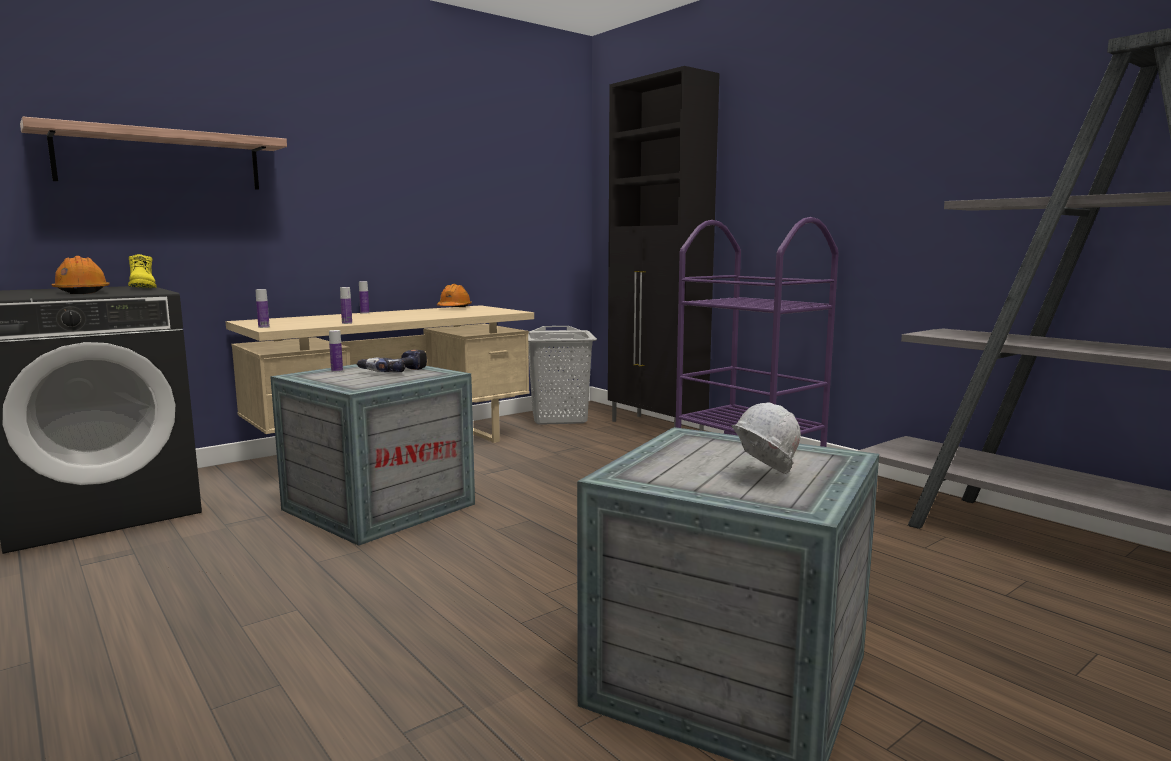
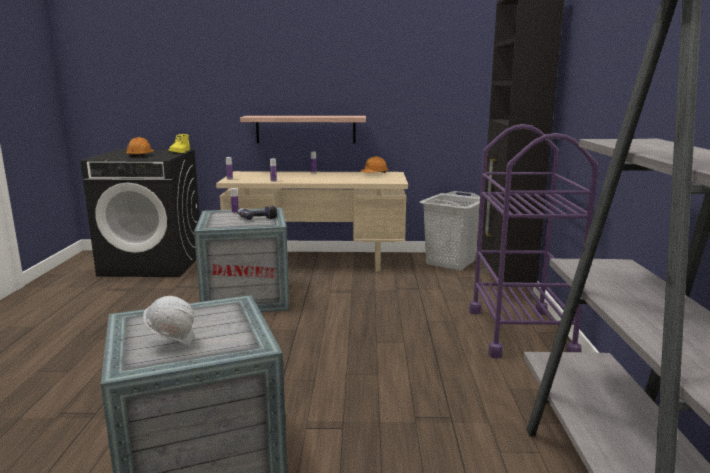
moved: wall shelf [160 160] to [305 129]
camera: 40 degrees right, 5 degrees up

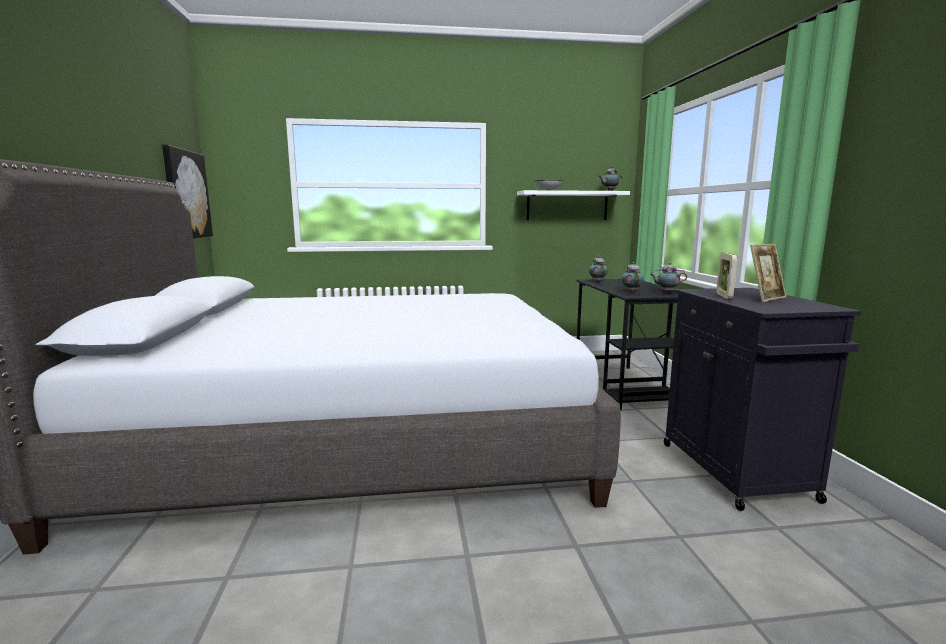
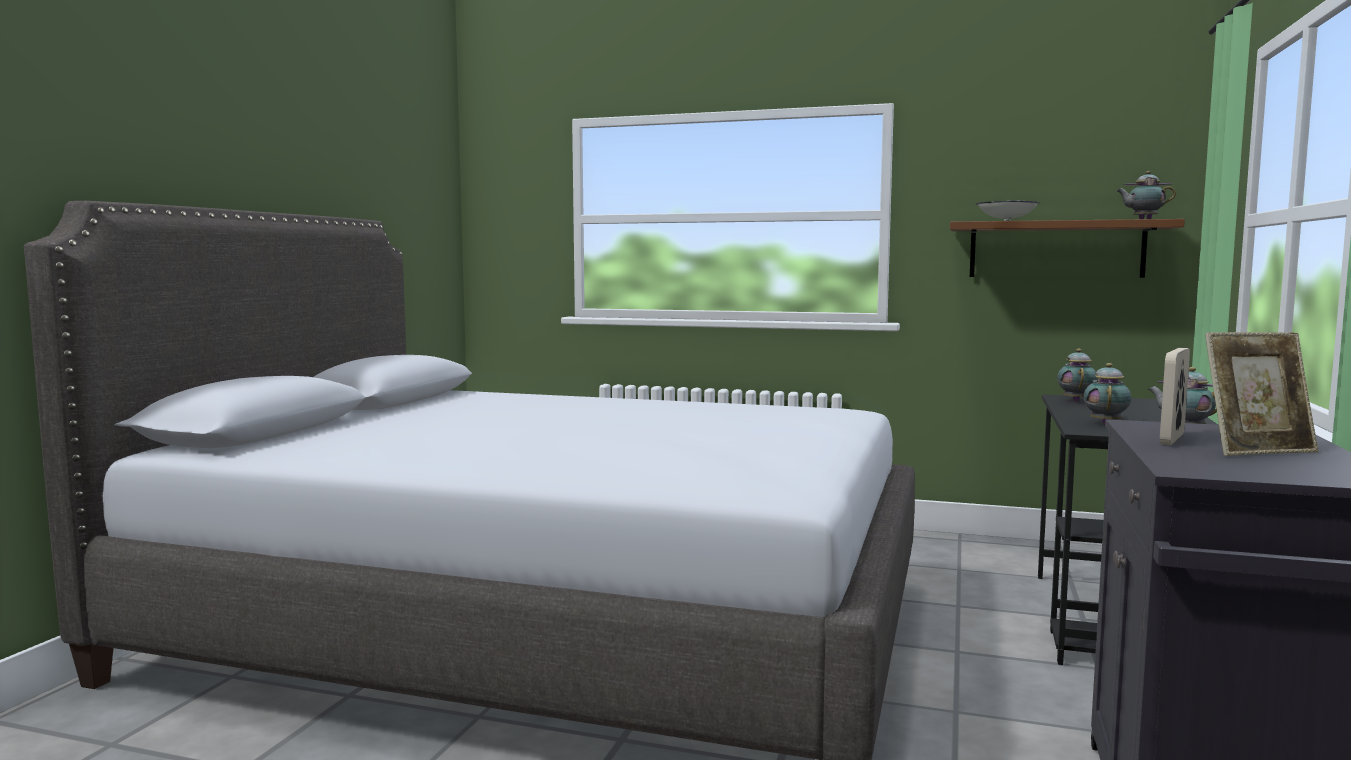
removed: wall picture [186 194]
recoloured: wall shelf (white) [567 206] to wall shelf (brown) [1056 250]
camera: 25 degrees right, 5 degrees down

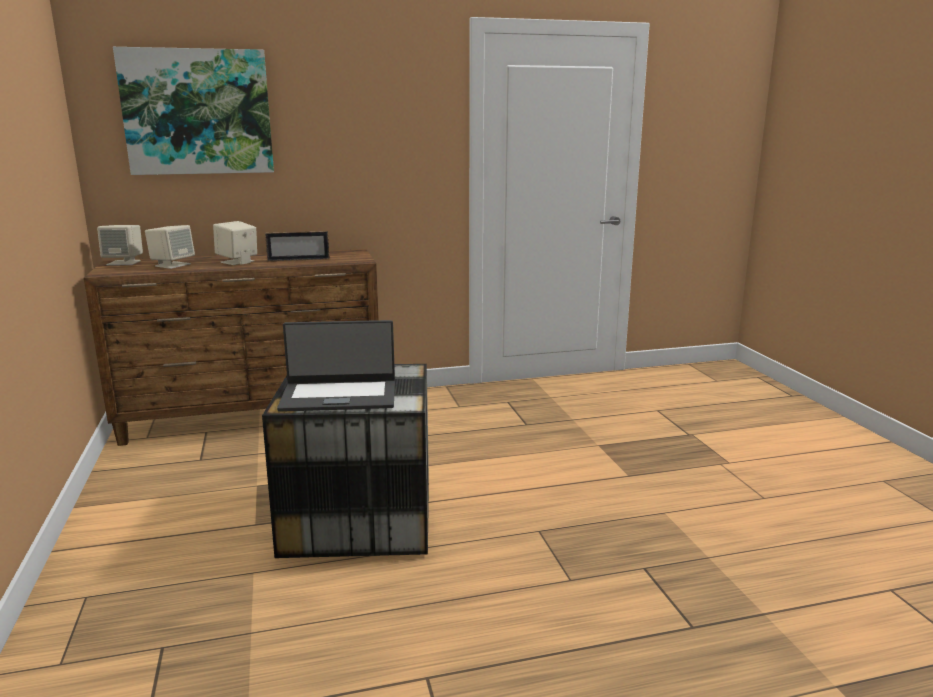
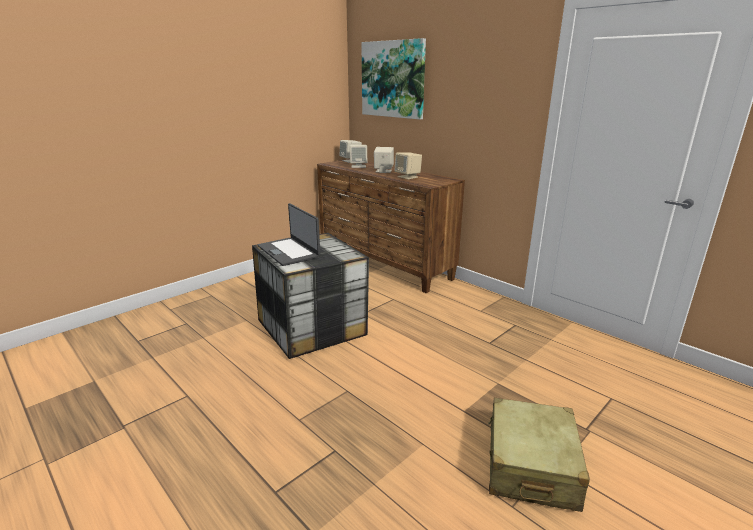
added: travel case (beige) [530 465]
replaced: photo frame [298 260] to loudspeaker (beige) [408 177]
camera: 60 degrees right, 5 degrees up

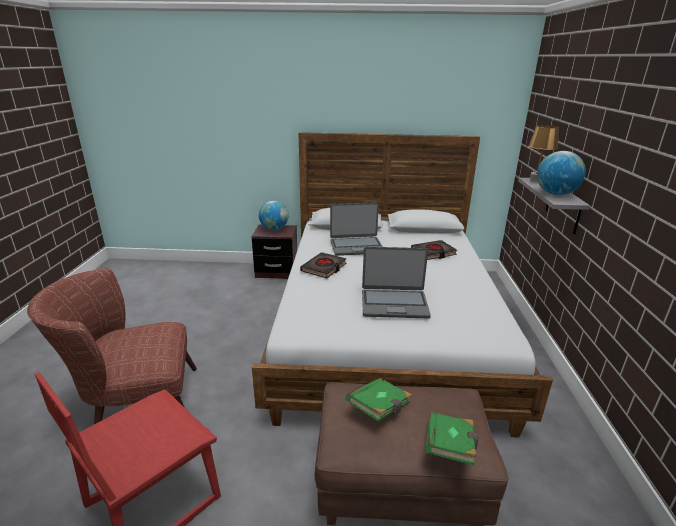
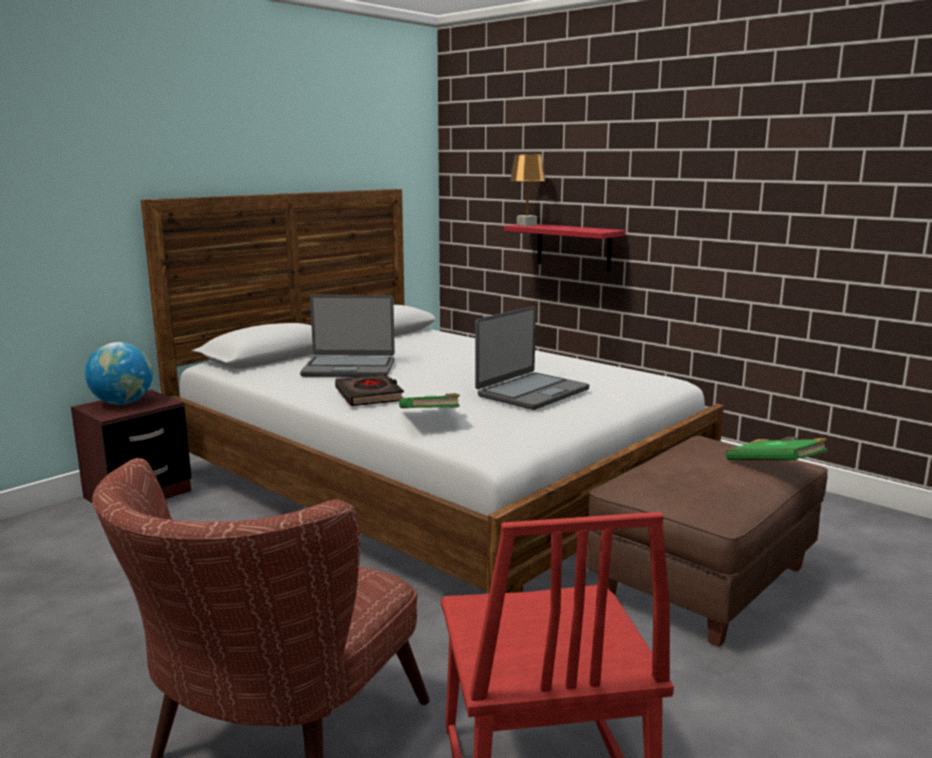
removed: volume (black-coloured) [433 253]; desk globe [555 194]
moved: volume (greenish) [379 408] to [430 418]
recoloured: wall shelf (grey) [563 206] to wall shelf (red-coloured) [573 247]
turned: portable computer [356 246] = [349 368] 60 degrees clockwise
camera: 50 degrees left, 10 degrees down

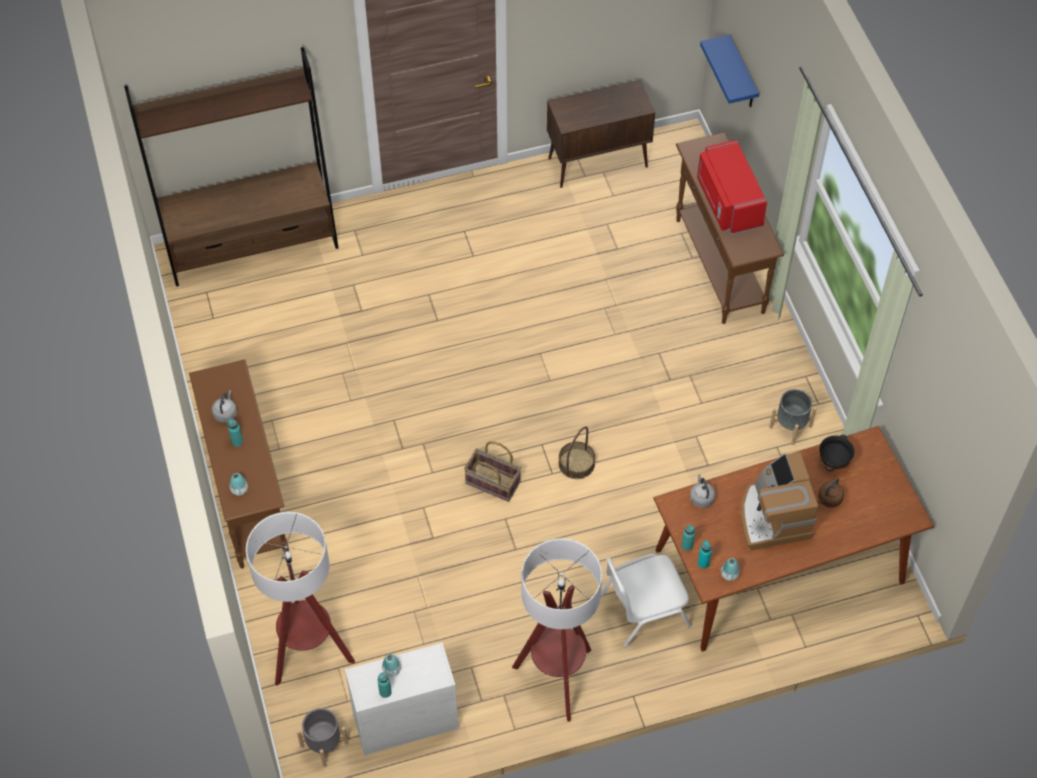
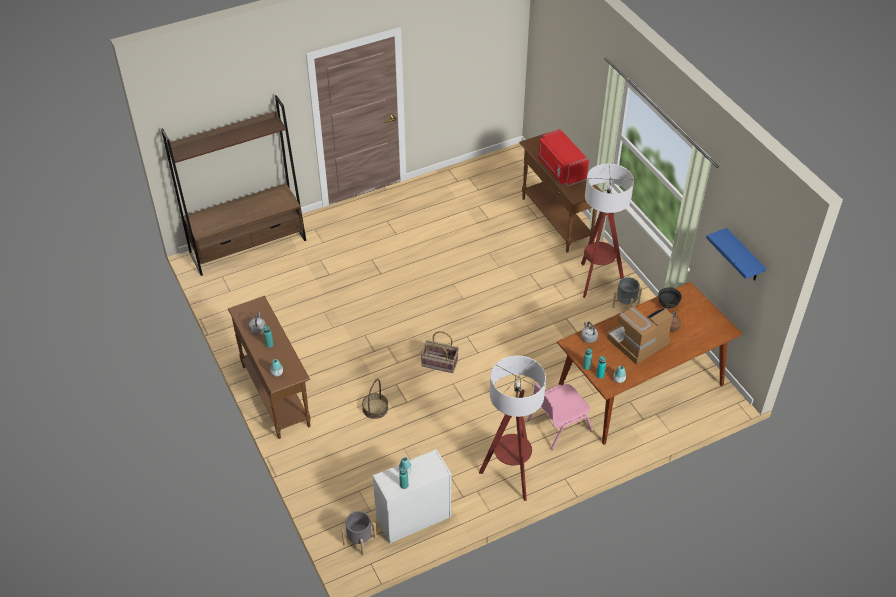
removed: cabinet (brown) [599 162]
moved: standard lamp [309 653] to [596 280]; household basket [576 463] to [375 408]; wall shelf (blue) [742 75] to [743 256]
recoloured: chair (white) [643 609] to chair (pink-coloured) [558 425]
turned: coffee maker [773 516] = [638 342] 75 degrees clockwise
camera: 10 degrees left, 10 degrees down

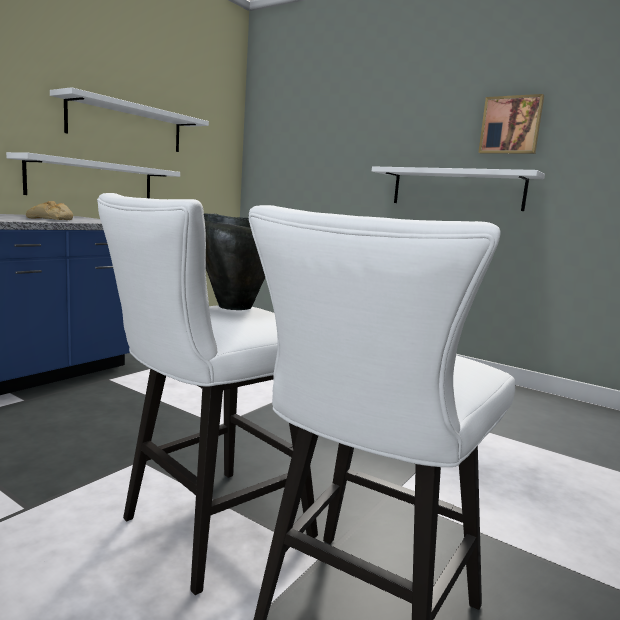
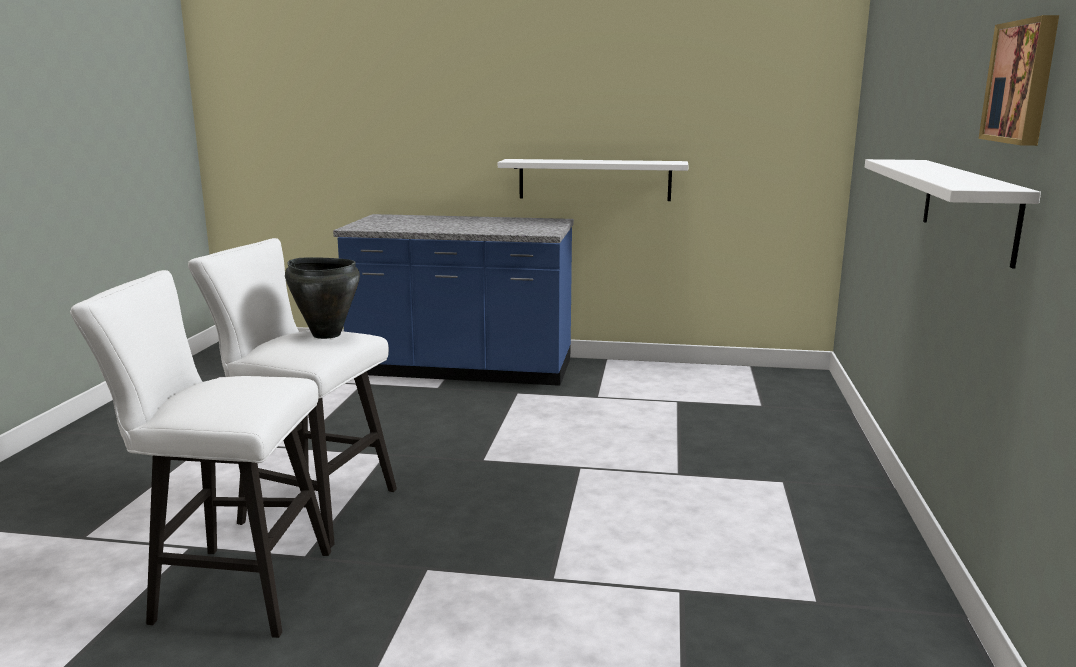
removed: baked bread [51 219]; wall shelf (white) [127 125]
camera: 65 degrees right, 5 degrees up

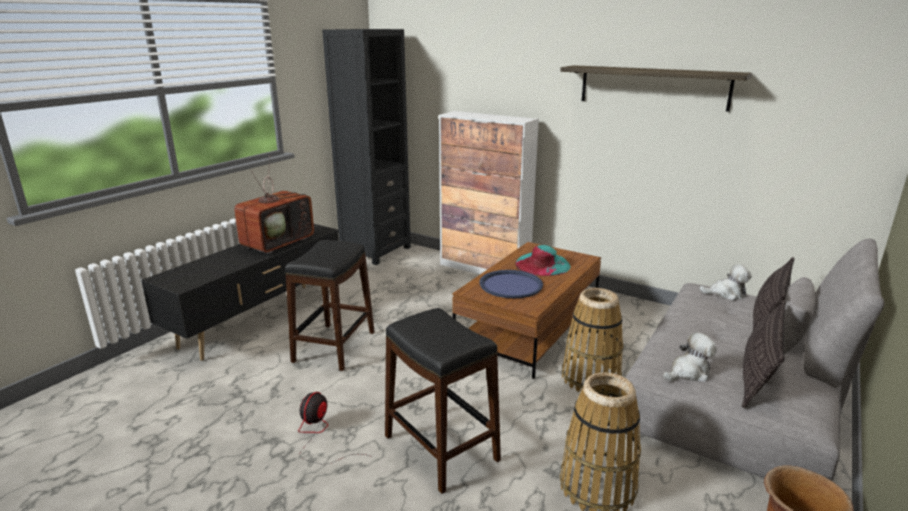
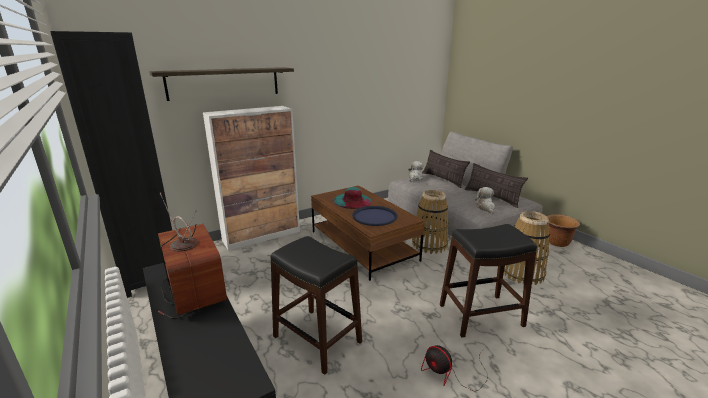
moved: wall shelf [653 87] to [224 83]
camera: 65 degrees left, 0 degrees up

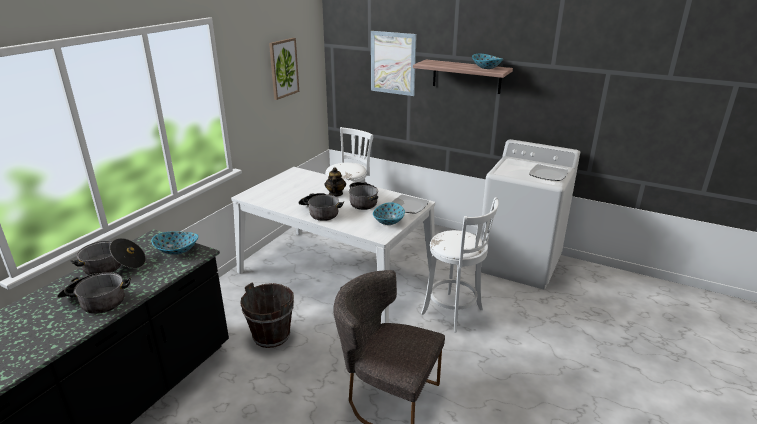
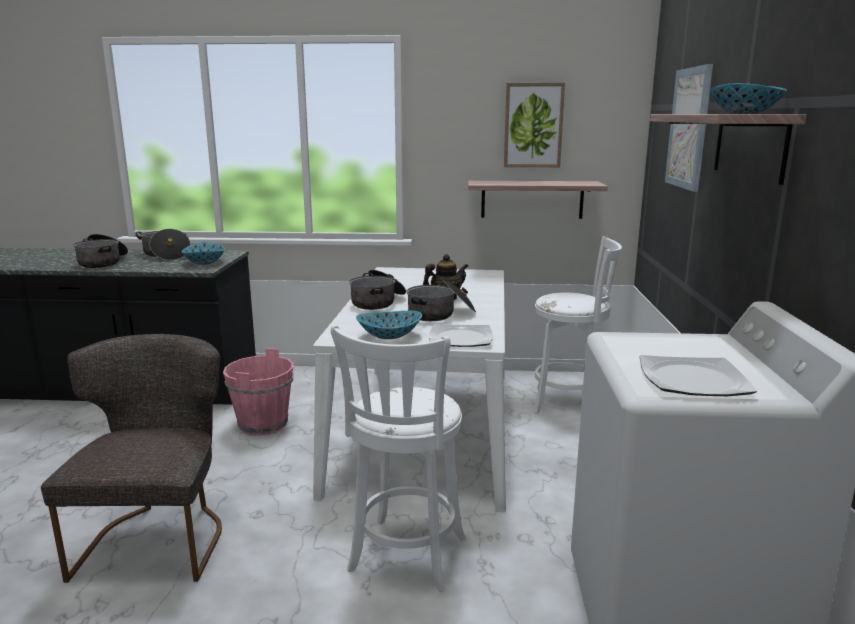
added: wall shelf [532 199]
recoloured: bucket (brown) [272 336] to bucket (pink-coloured) [263 424]
camera: 65 degrees right, 10 degrees down

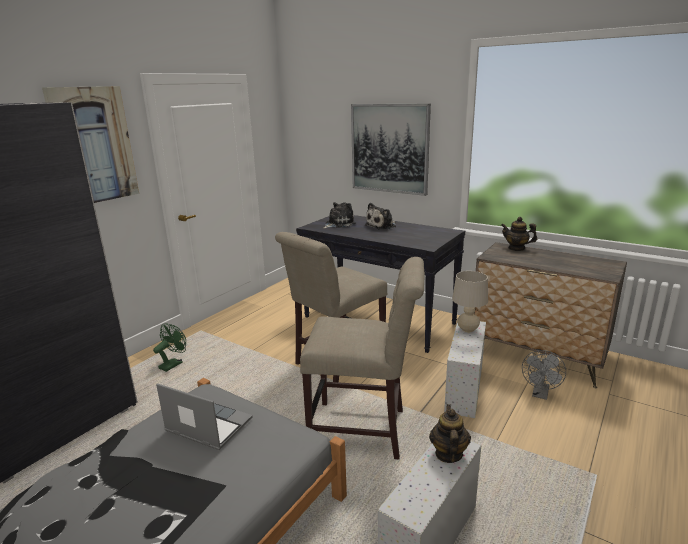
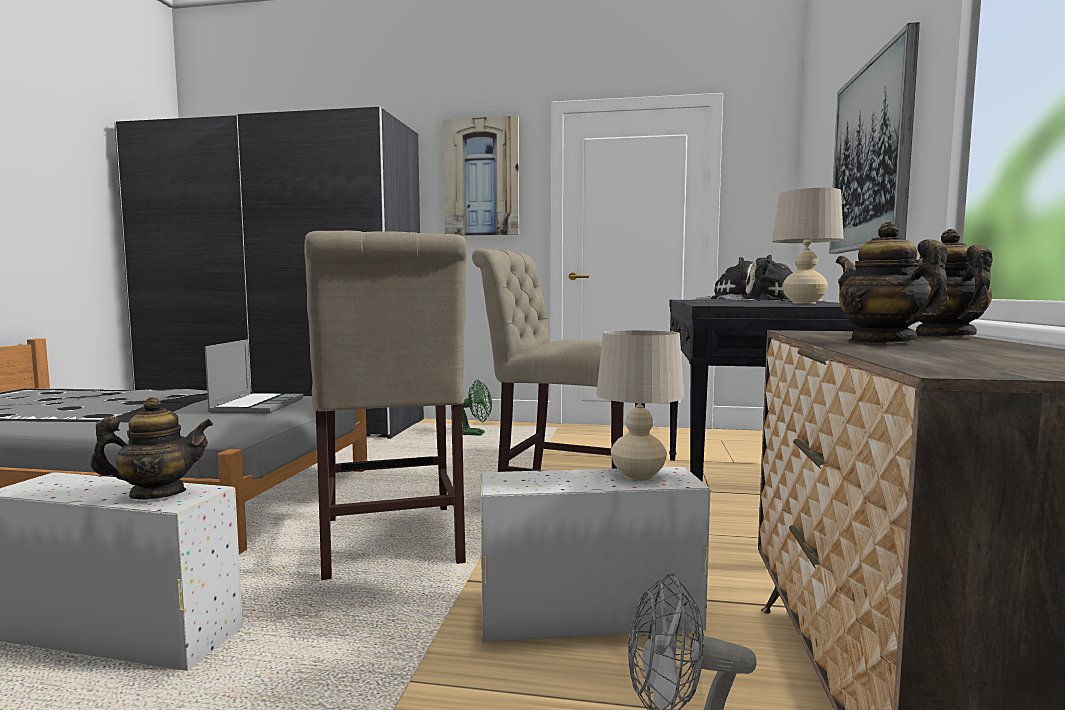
added: lamp for a table (beige) [804 303]; teapot [881 341]
camera: 65 degrees right, 15 degrees down

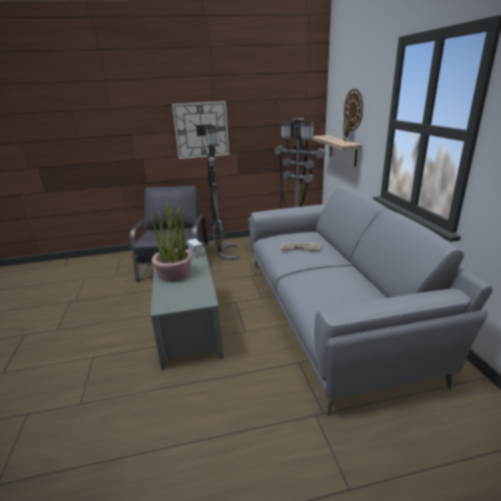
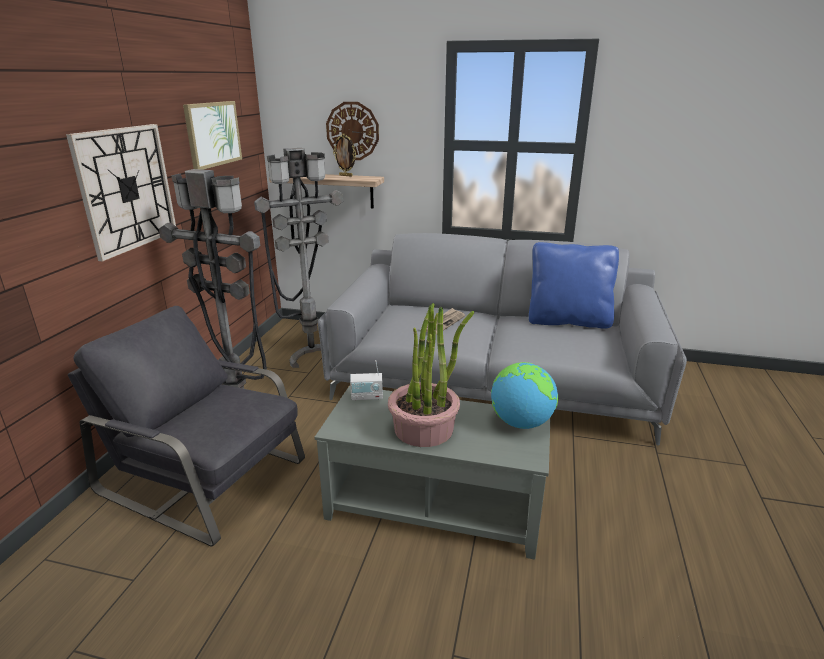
added: wall picture [213 134]; desk globe [521 423]; pillow (blue) [568 321]
camera: 65 degrees left, 0 degrees up

